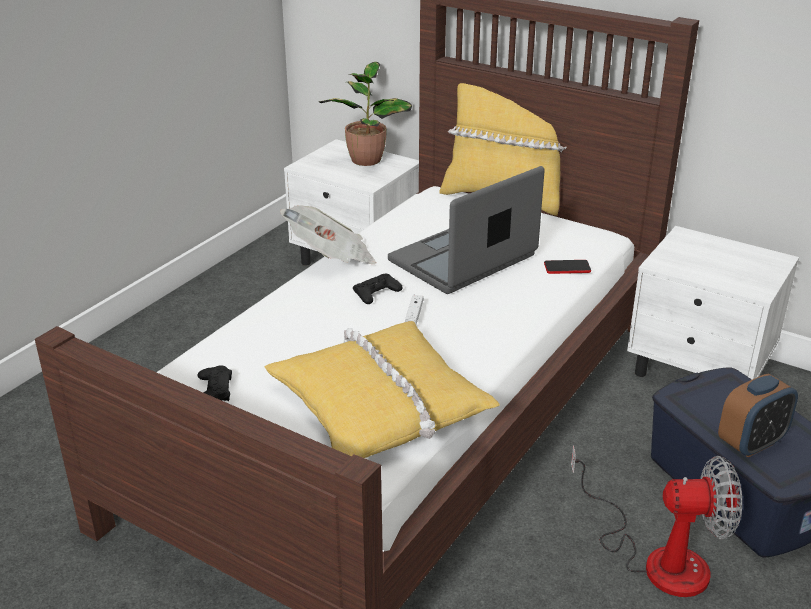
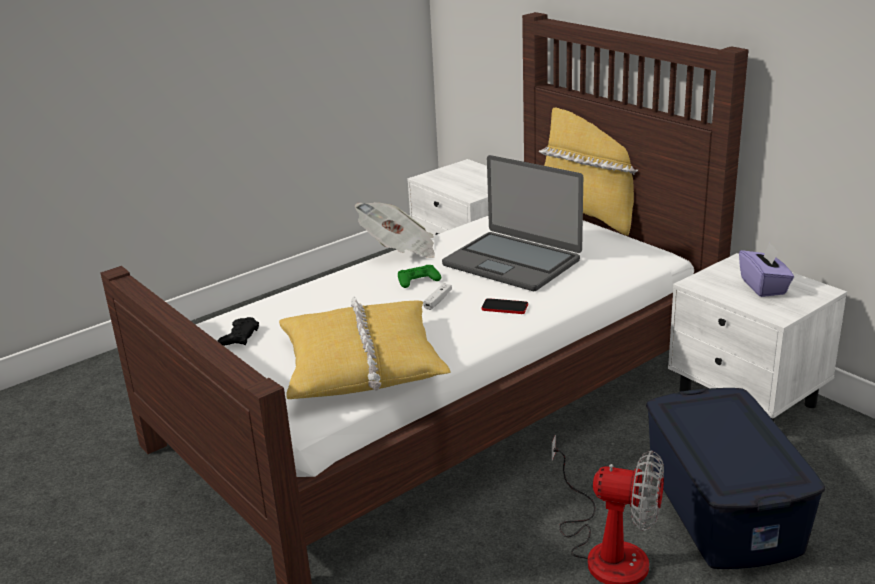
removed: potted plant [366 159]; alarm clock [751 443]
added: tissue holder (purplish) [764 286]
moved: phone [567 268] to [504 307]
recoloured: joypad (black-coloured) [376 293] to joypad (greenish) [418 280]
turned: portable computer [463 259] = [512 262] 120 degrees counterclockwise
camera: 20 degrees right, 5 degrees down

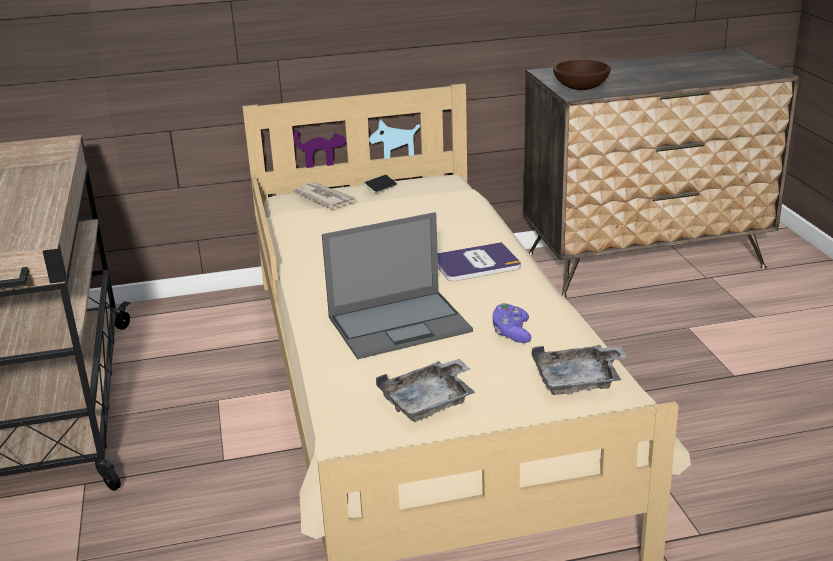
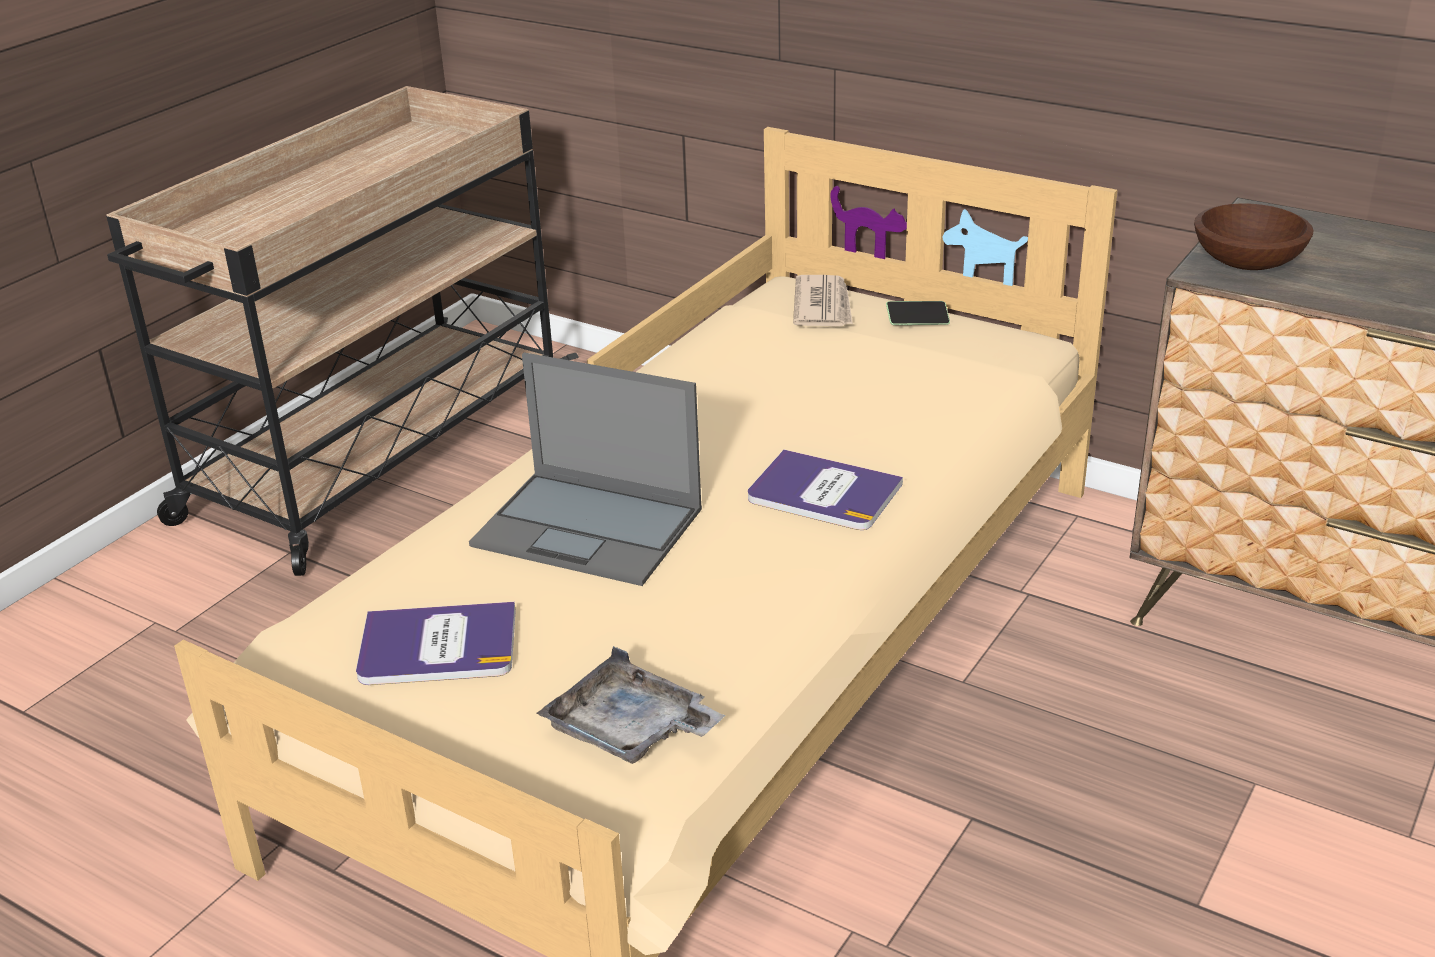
removed: joypad (purplish) [511 333]
replaced: serving tray (grey) [429 402] to volume [438 646]
camera: 45 degrees right, 5 degrees up

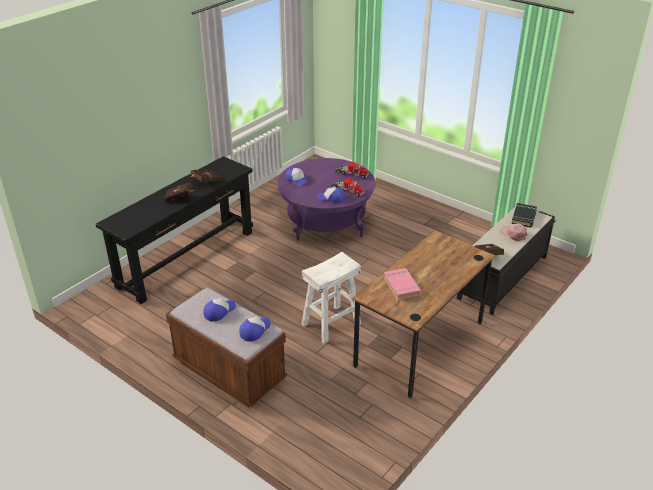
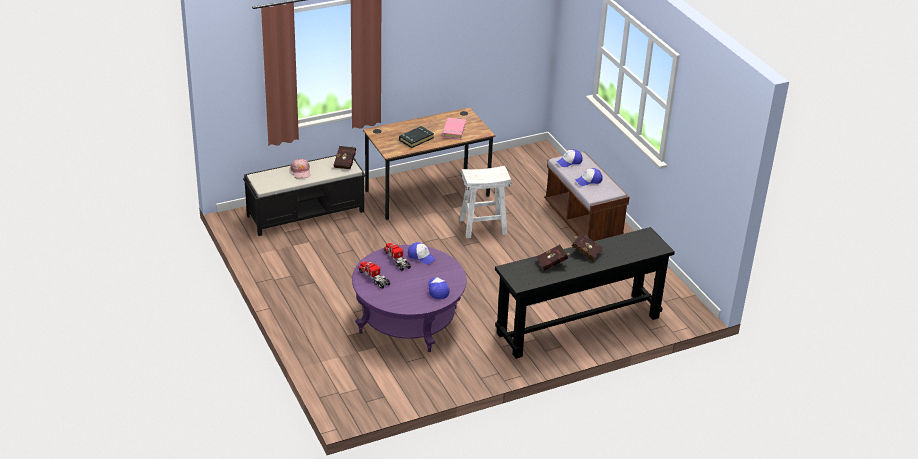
moved: volume (black-coloured) [524 217] to [416 139]
camera: 155 degrees left, 0 degrees up

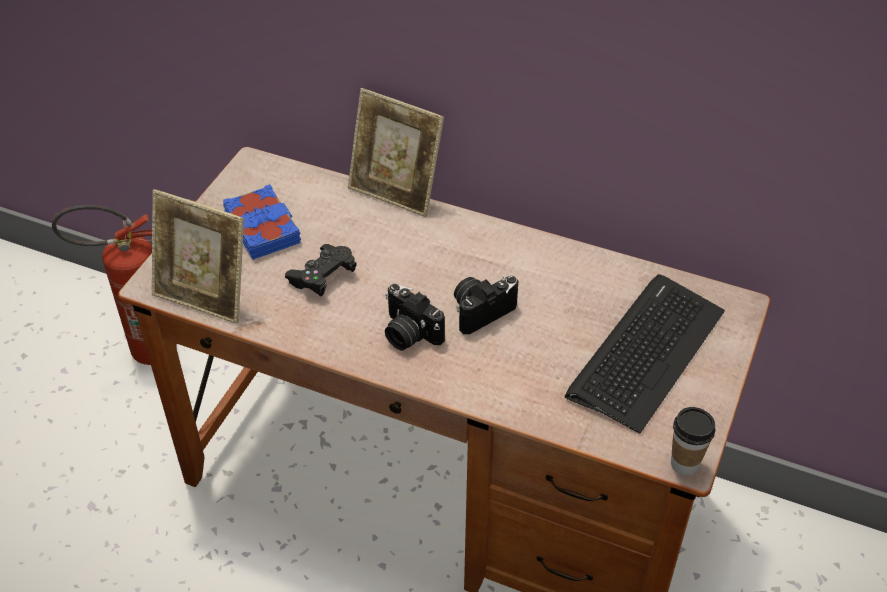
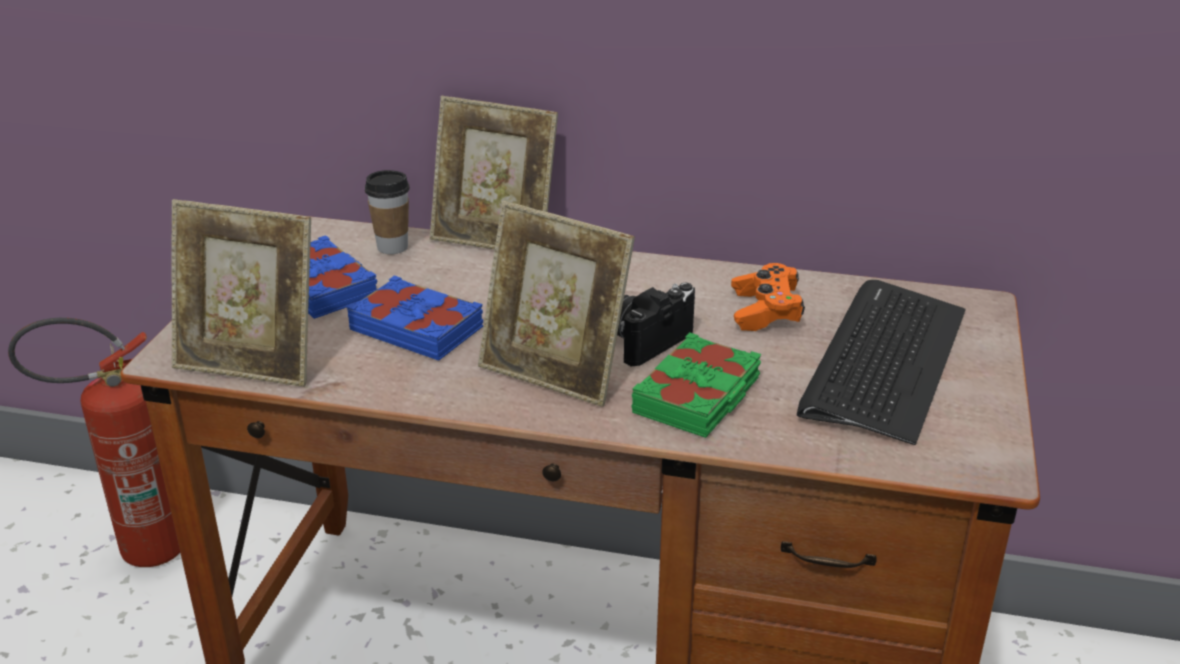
added: volume (greenish) [698 396]; joypad (orange-coloured) [765 311]
moved: small cup [684 463] to [392 247]
replaced: joypad (black-coloured) [323 277] to volume (blue) [417 328]; still camera [408 334] to photo frame [554 373]
camera: 10 degrees left, 15 degrees down

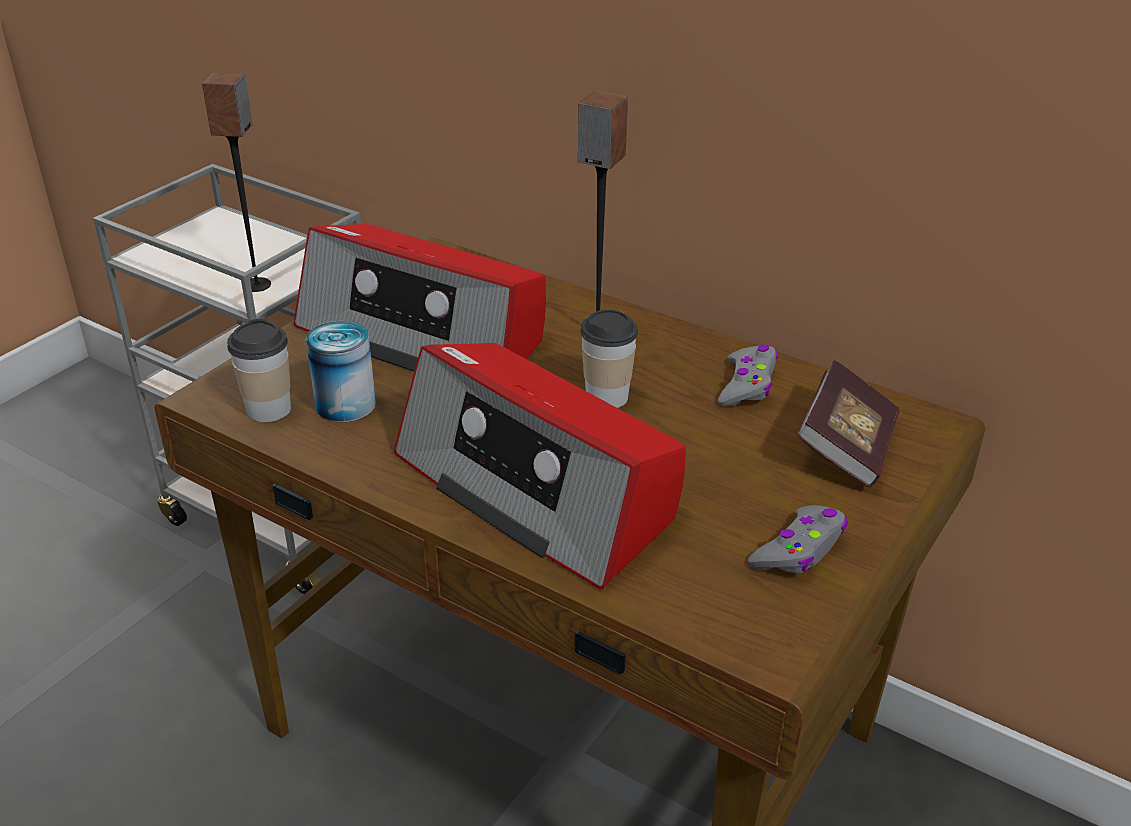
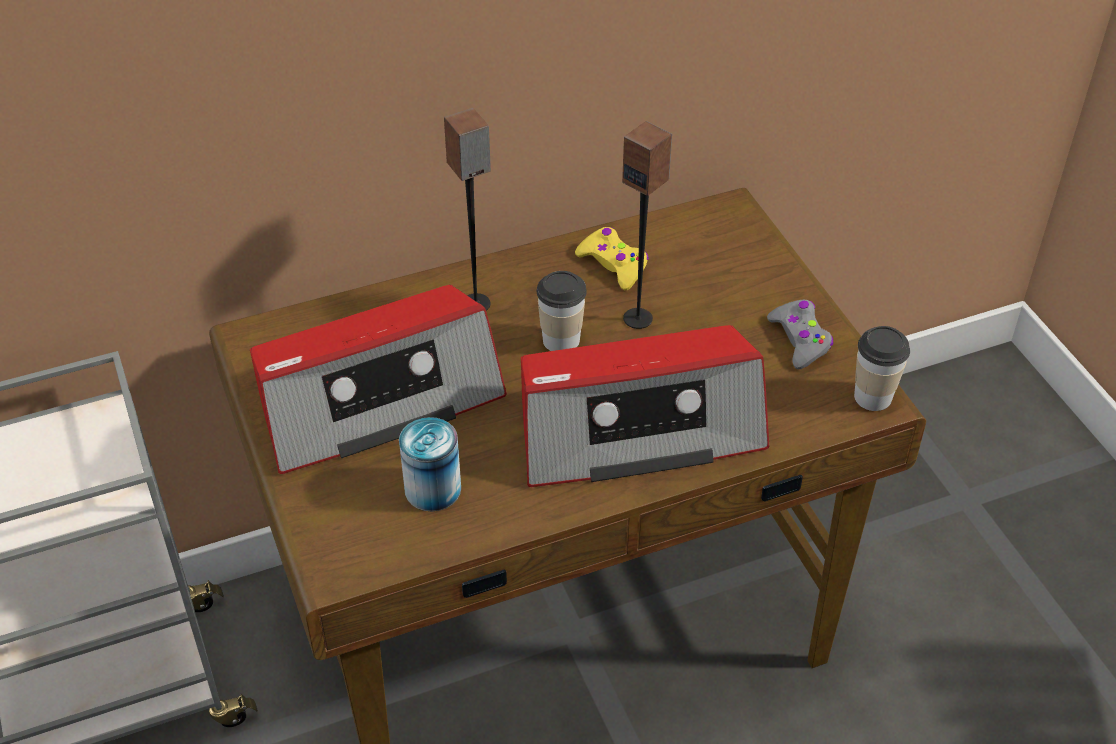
removed: volume [846 447]
moved: loudspeaker [257 285] to [638 318]; small cup [268 409] to [873 397]
recoloured: joypad (grey) [747 385] to joypad (yellow) [613 264]
camera: 55 degrees left, 10 degrees up

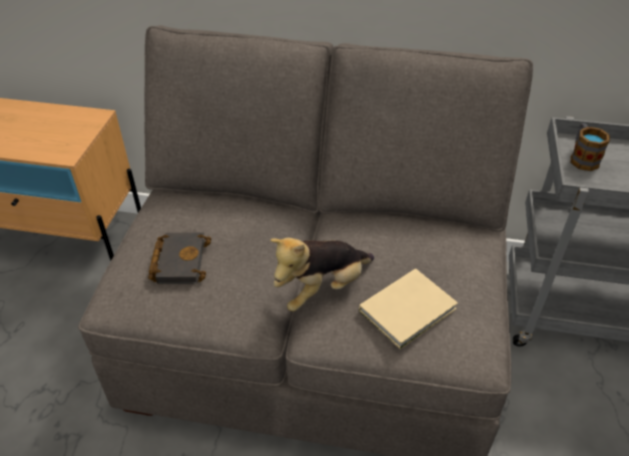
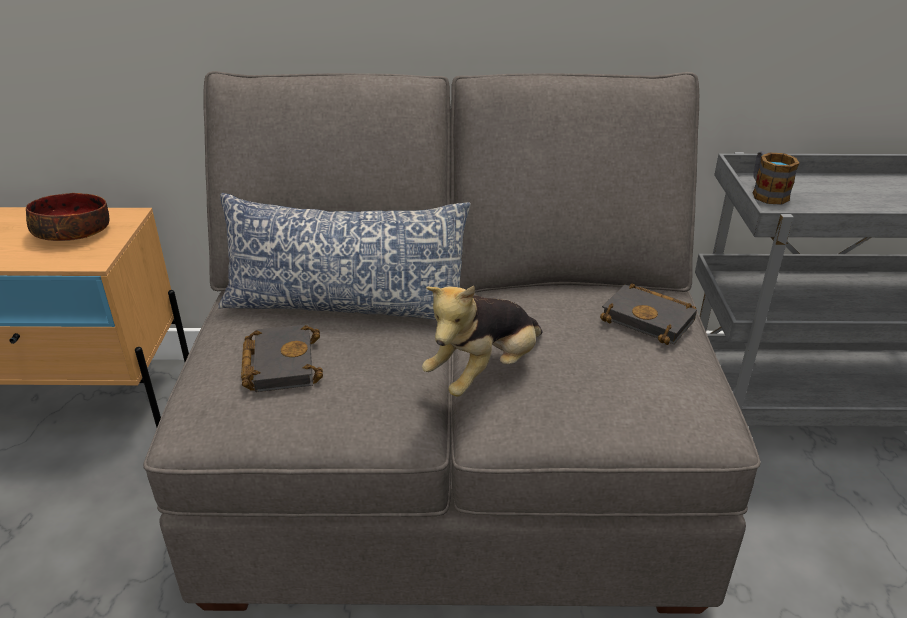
removed: volume (beige) [410 309]
added: deep dish [73 231]; pillow [346 305]; volume (black-coloured) [651 319]
camera: 10 degrees left, 10 degrees down

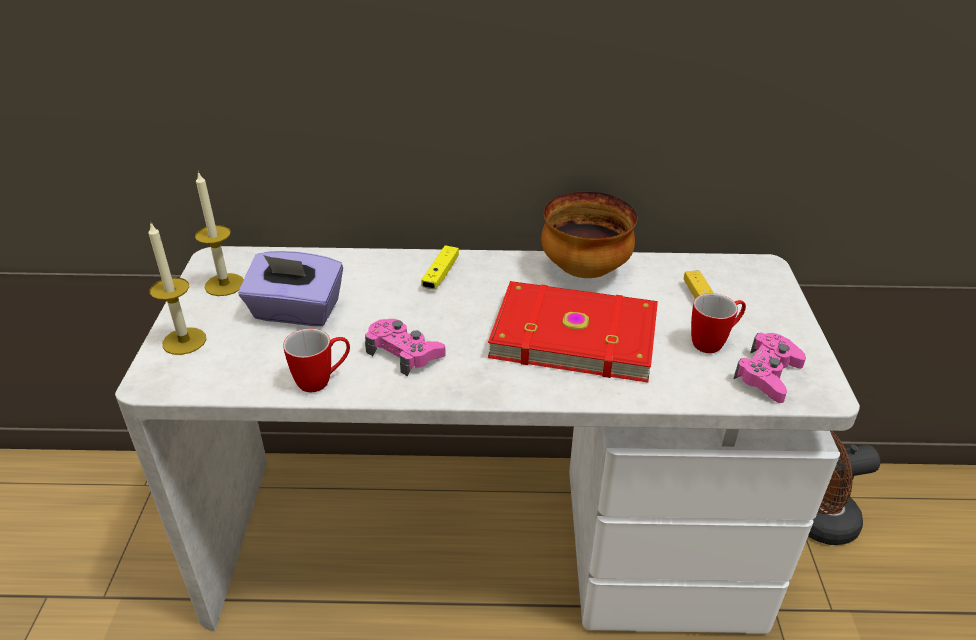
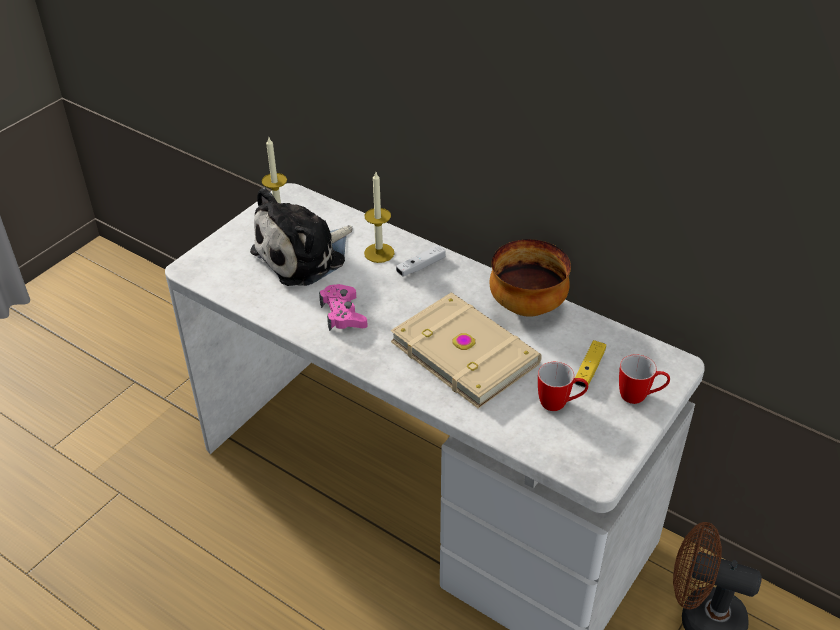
removed: joypad (pink-coloured) [767 374]
moved: wax candle [184 341] to [379 253]; tea mug [322 380] to [640 397]
replaced: tissue holder (purplish) [296 312] to soft toy [304 255]
recoloured: joypad (yellow) [440 274] to joypad (white) [421 266]; volume (red-coloured) [573 334] to volume (beige) [465 351]
camera: 35 degrees right, 5 degrees up

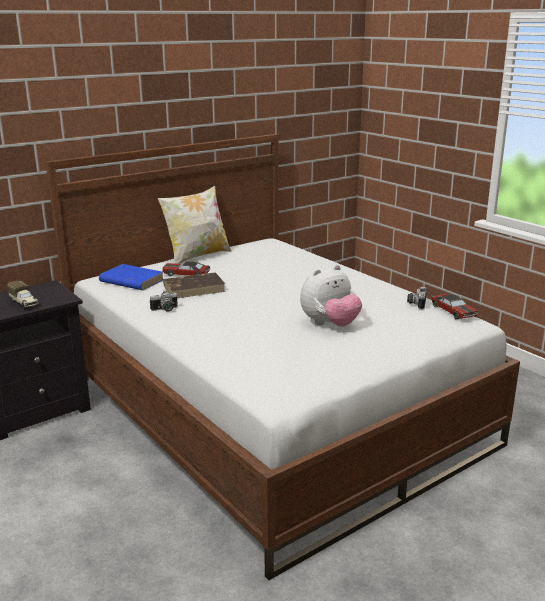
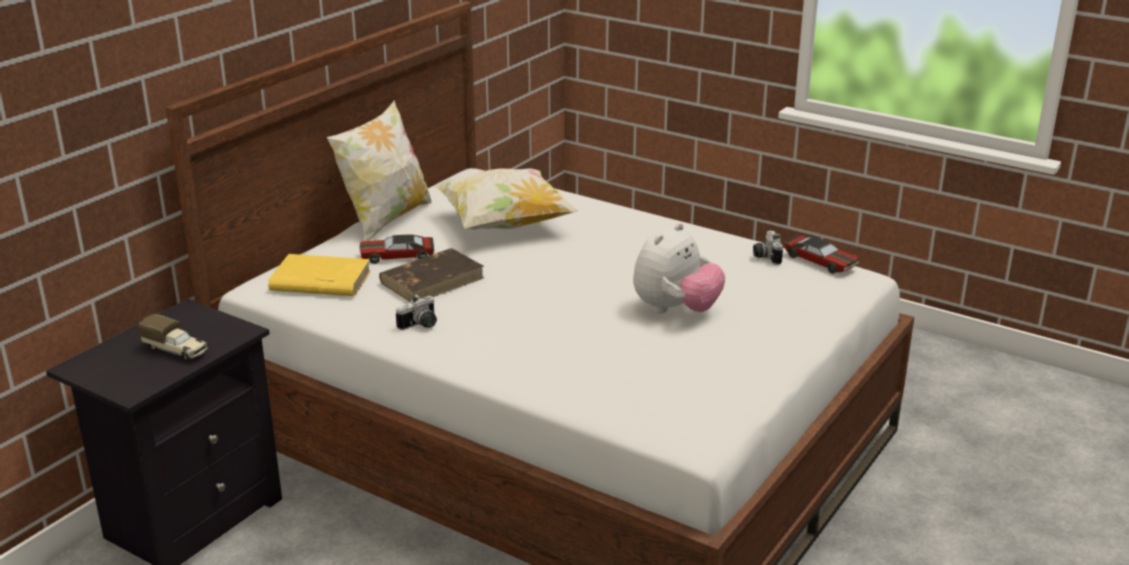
added: pillow [504 224]
recoloured: volume (blue) [131 281] to volume (yellow) [319 281]
camera: 20 degrees left, 5 degrees up

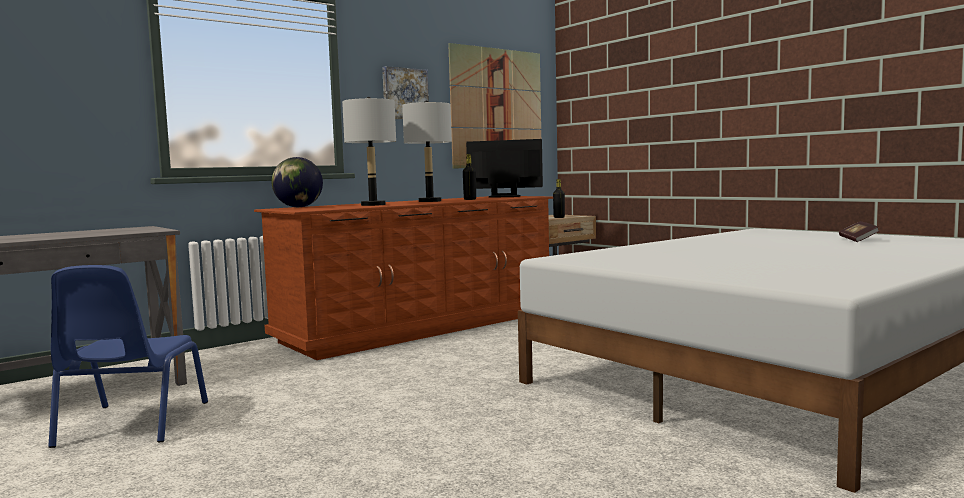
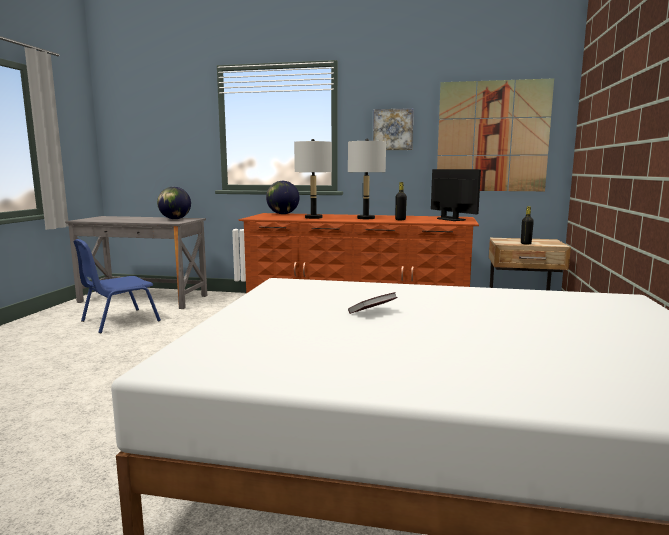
added: desk globe [175 219]
moved: volume [858 240] to [372 312]
camera: 50 degrees right, 5 degrees up

